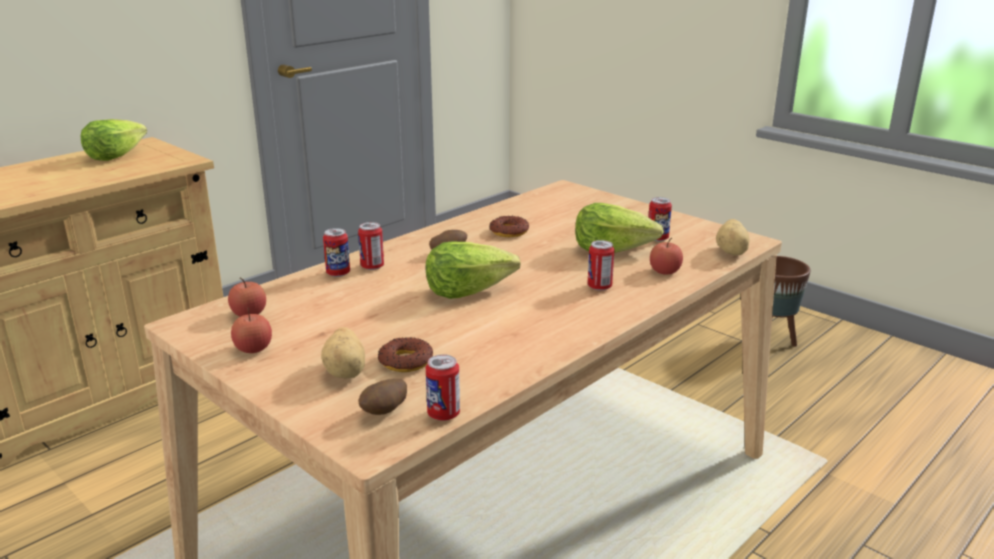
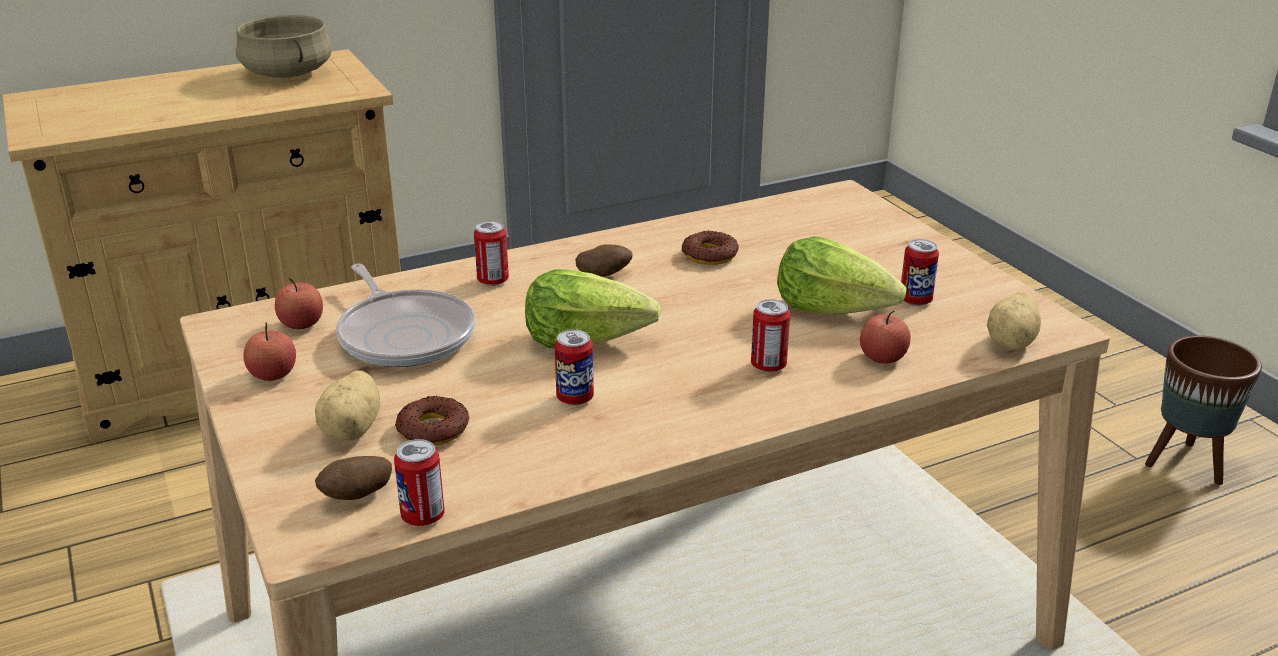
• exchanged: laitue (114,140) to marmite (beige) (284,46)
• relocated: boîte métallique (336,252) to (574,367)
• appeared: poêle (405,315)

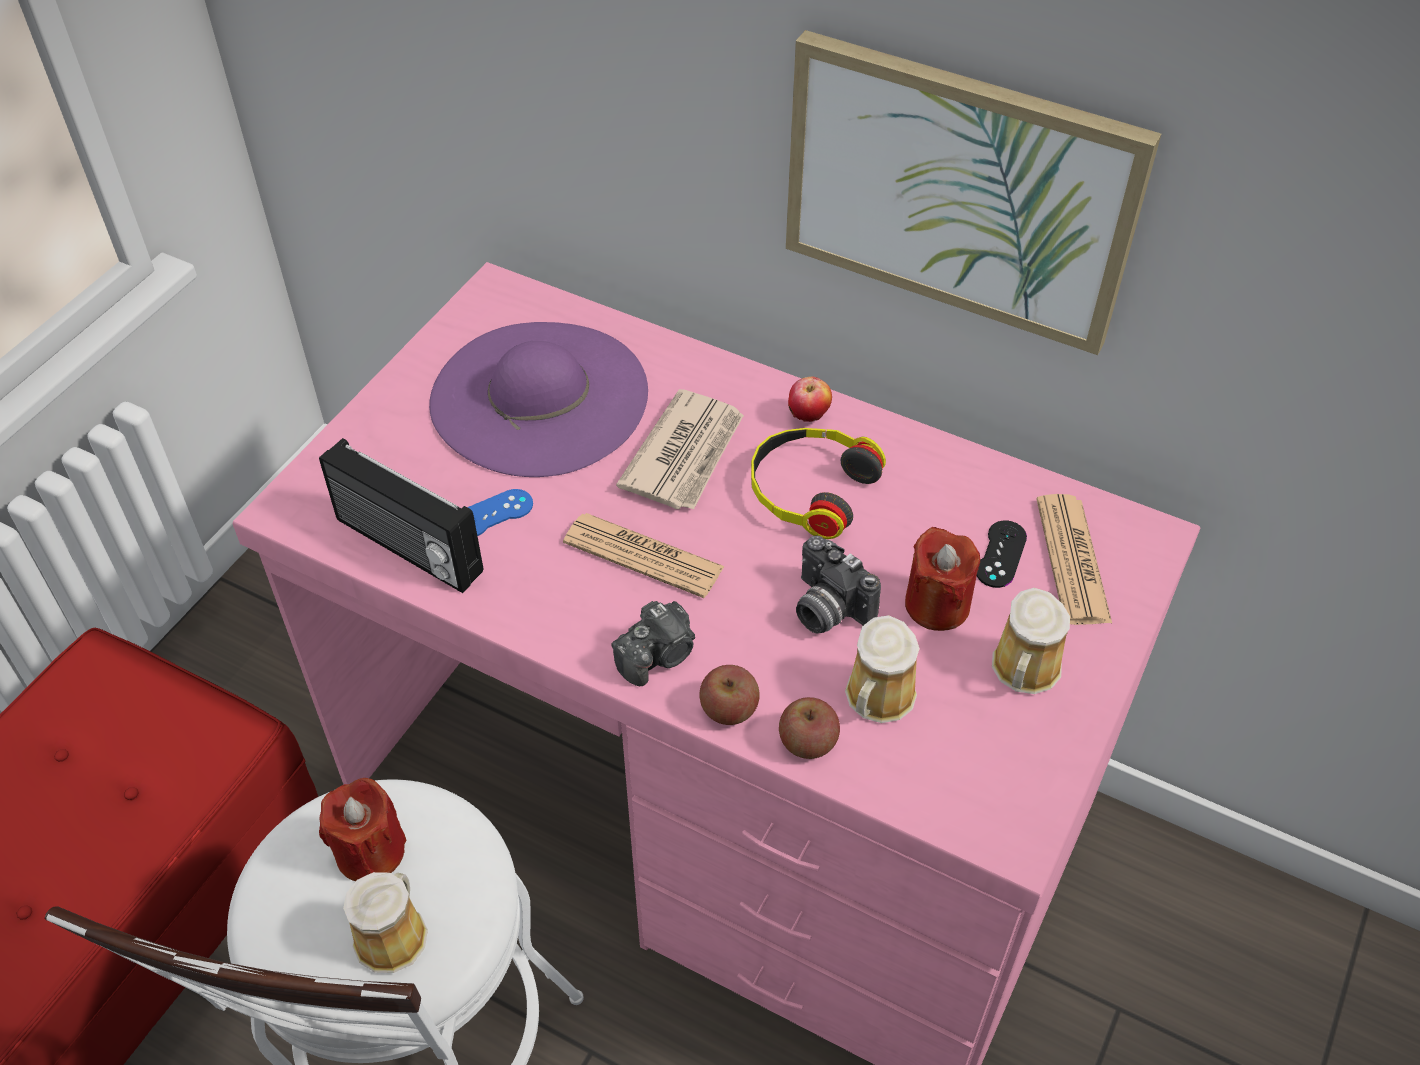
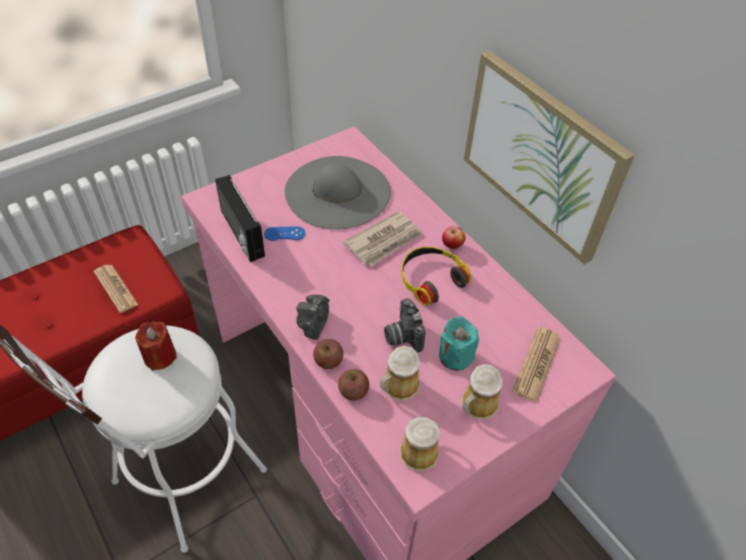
• colour: chapeau (violet) (538,399) to chapeau (gris) (338,193)
• relocated: journal (644,555) to (116,288)
• missing: manette (noir) (1002,554)
• colour: bougie (rouge) (942,579) to bougie (turquoise) (459,343)
• spun: appareil photo (653,643) = (312,317) 120 degrees clockwise
• relocated: mug (385,922) to (420,444)

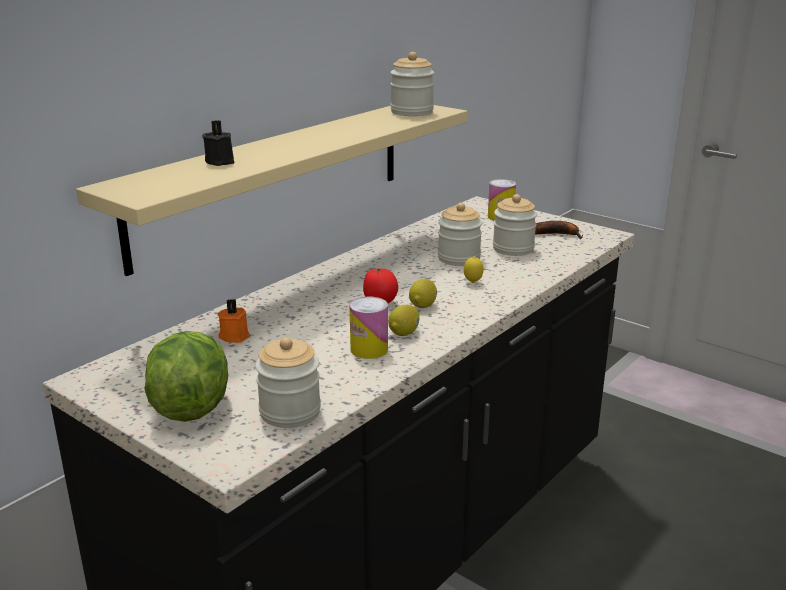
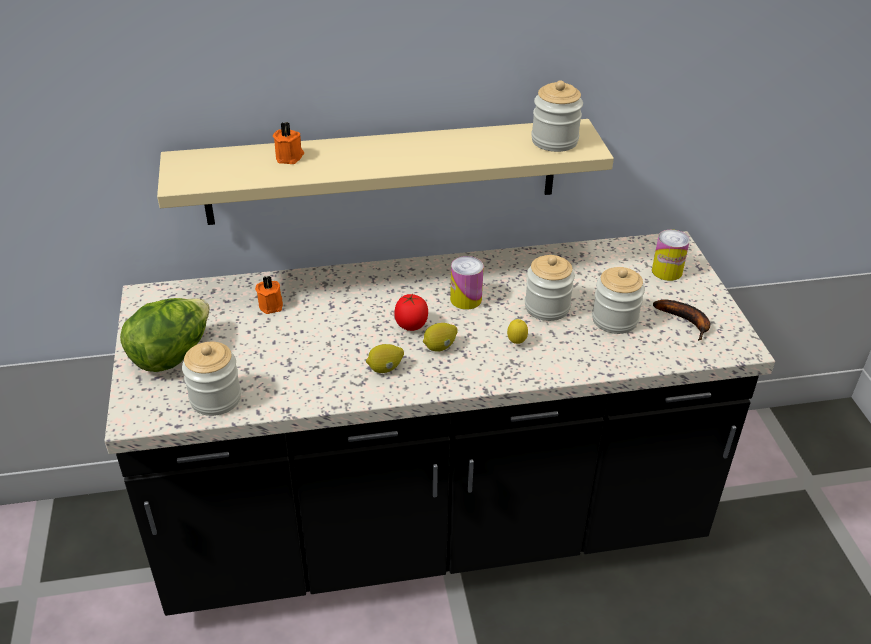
• colour: bougie (noir) (218,143) to bougie (orange) (288,143)
• relocated: boîte métallique (368,328) to (467,283)

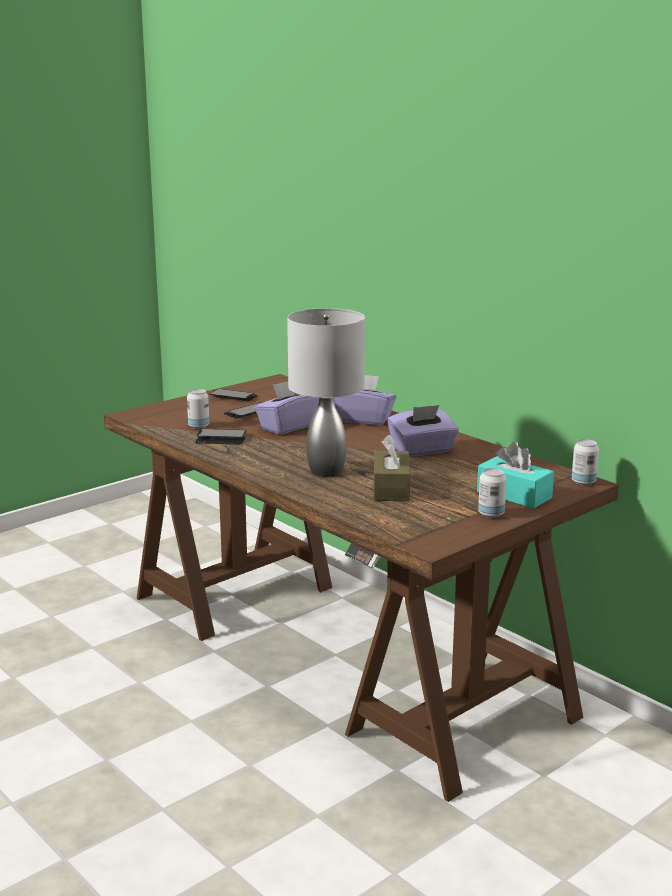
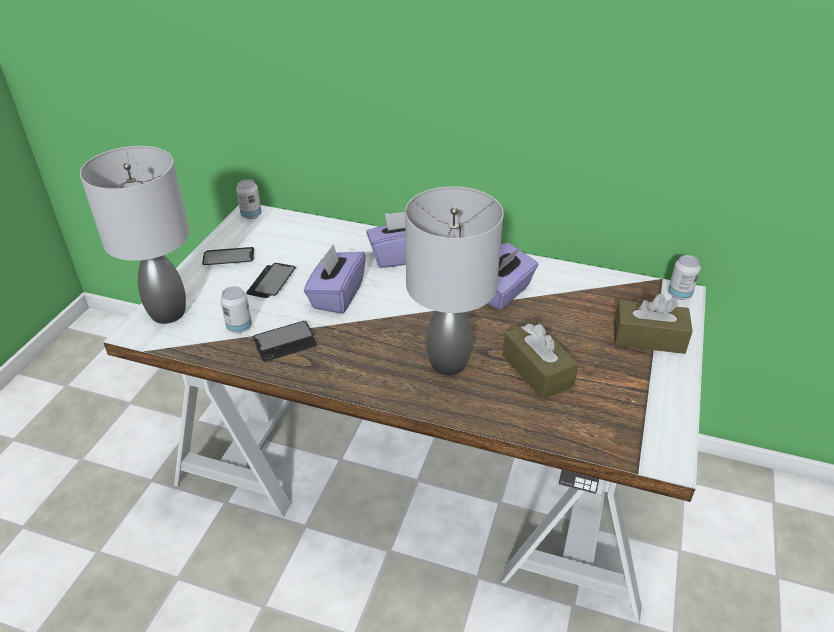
• colour: bureau (marron) (361,588) to bureau (blanc) (404,414)
• colour: boîte à mouchoirs (turquoise) (515,475) to boîte à mouchoirs (marron) (653,323)
• relocated: boîte métallique (492,493) to (249,199)
• appeared: lampe de table (gris) (135,235)

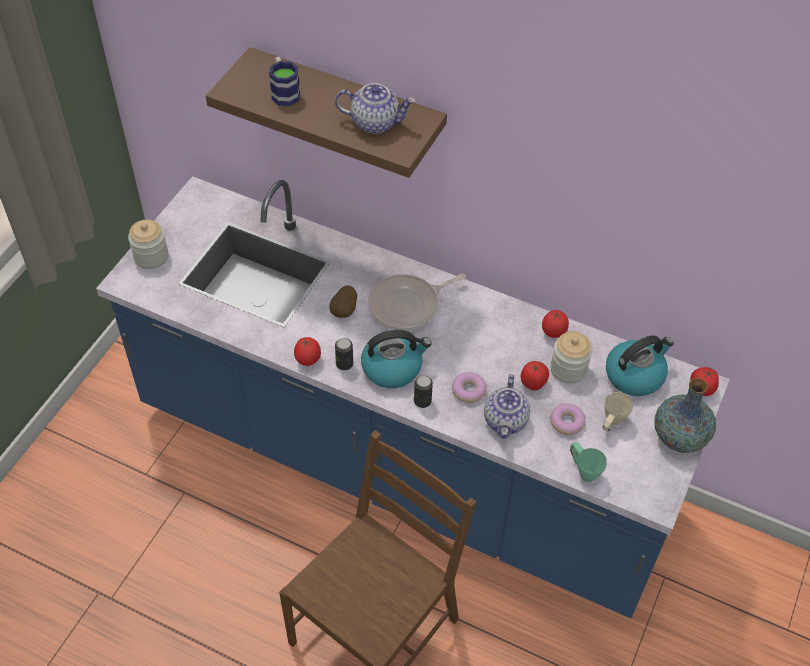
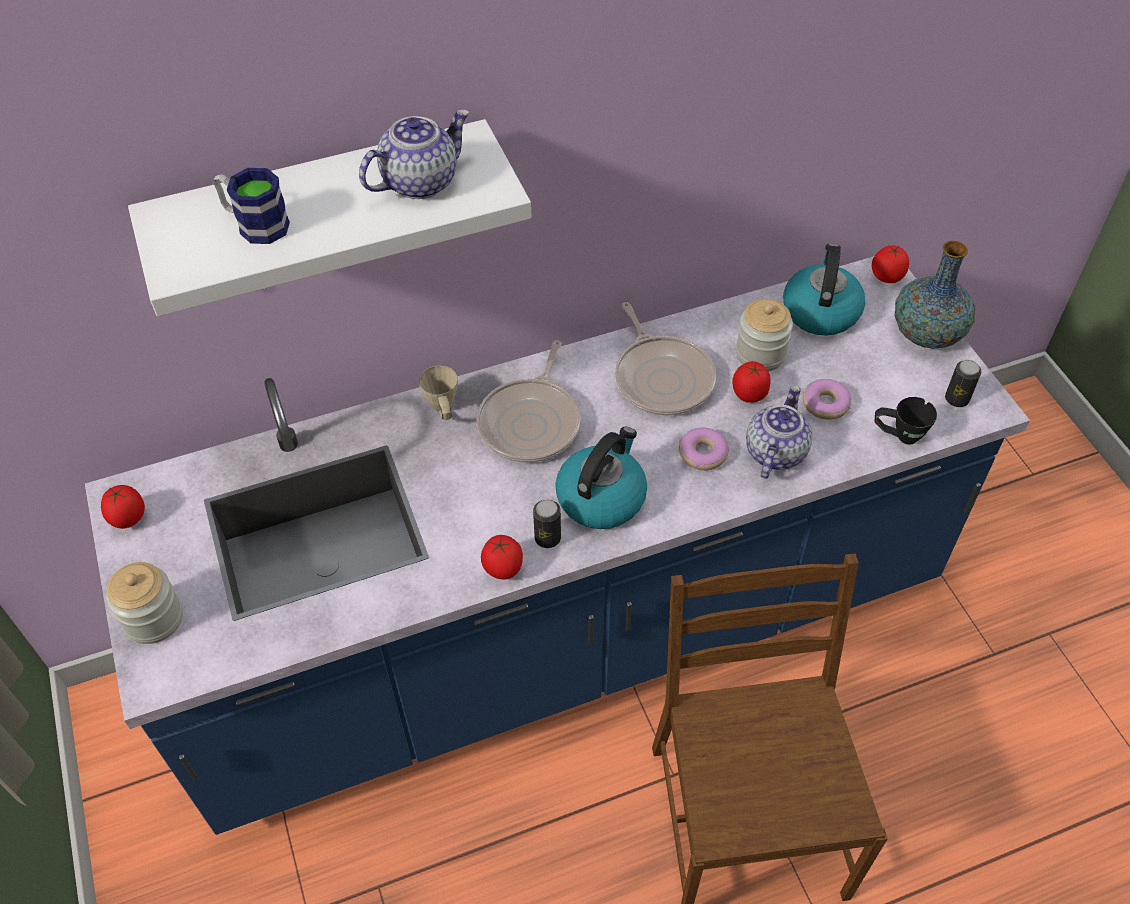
• colour: étagère (marron) (326,112) to étagère (blanc) (330,217)
• missing: pomme de terre (343,301)
• relocated: tomate (555,324) to (123,507)
• spun: théière (507,406) = (779,431) 120 degrees counterclockwise
• relocated: boîte métallique (423,391) to (963,383)
• relocated: mug (beige) (618,412) to (438,392)
• colour: mug (vert) (588,462) to mug (noir) (906,421)
• appeared: poêle (665,359)

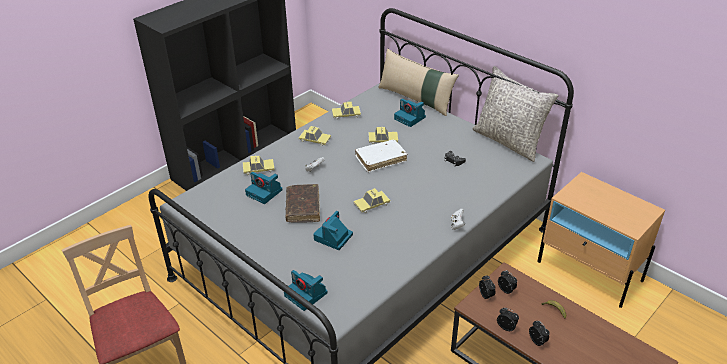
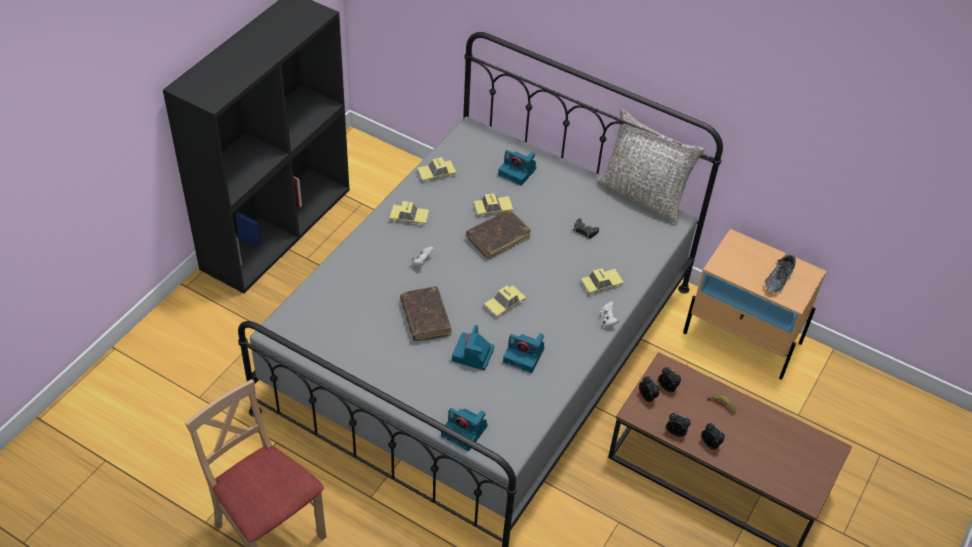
• missing: coussin (beige) (418,82)
• colour: livre (blanc) (381,156) to livre (marron) (499,235)
• relocated: petite voiture (258,165) to (602,281)
• relocated: appareil photo (263,188) to (524,353)
• appeared: chaussure (779,273)

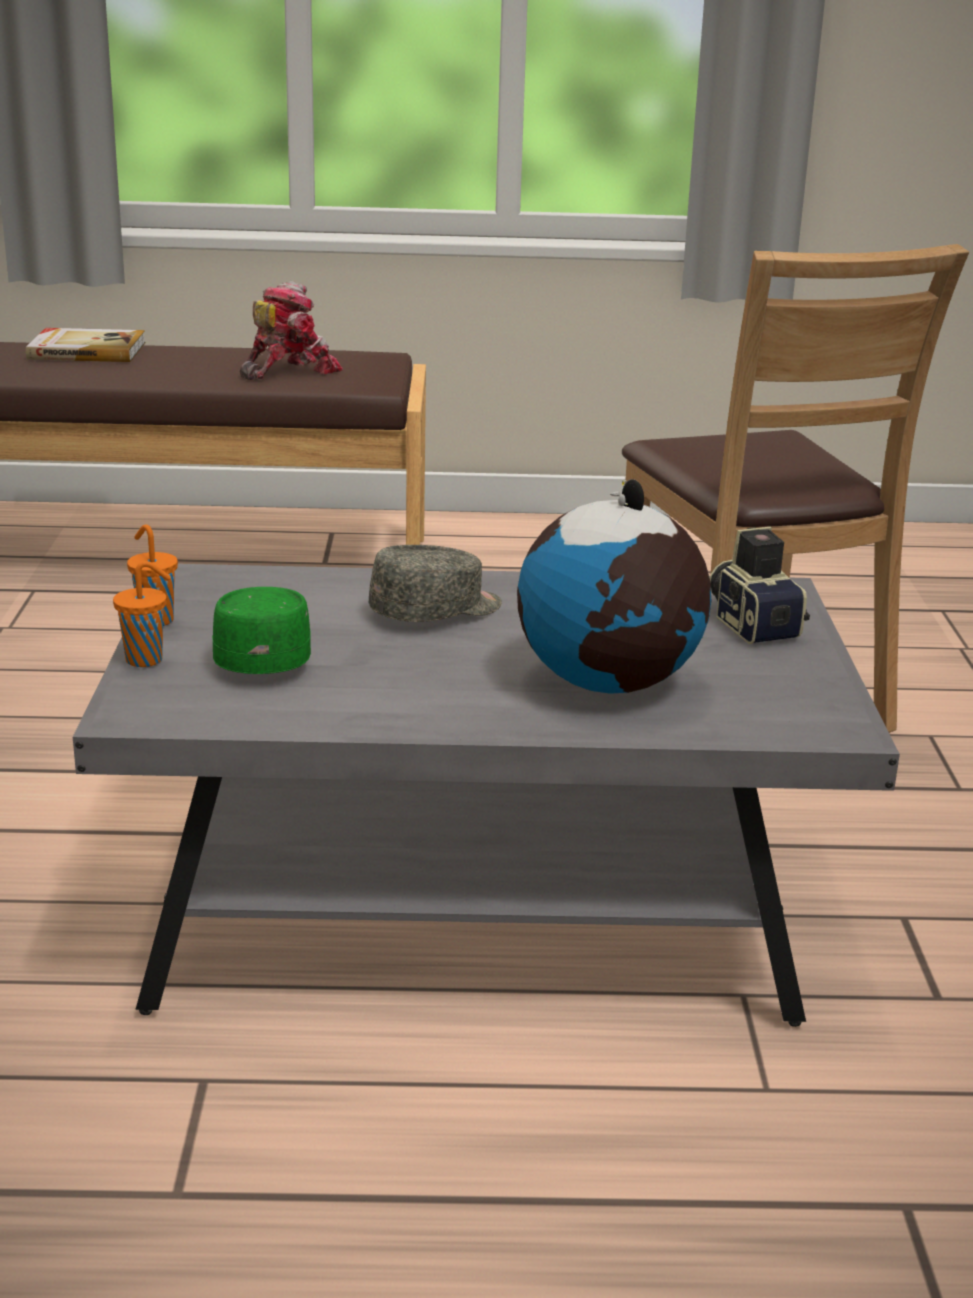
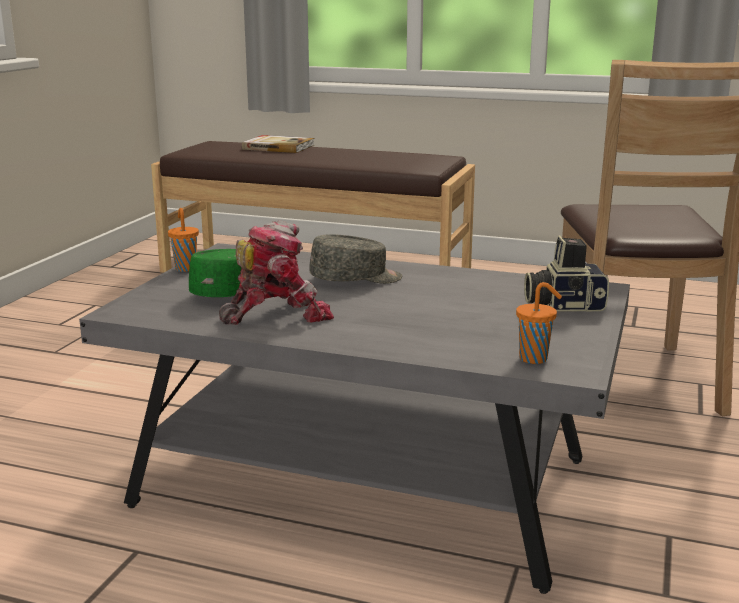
• relocated: robot jouet (291,330) to (276,273)
• missing: globe (614,586)
• spun: appareil photo (760,585) = (566,273) 90 degrees counterclockwise
• relocated: tasse (orange) (142,614) to (539,323)

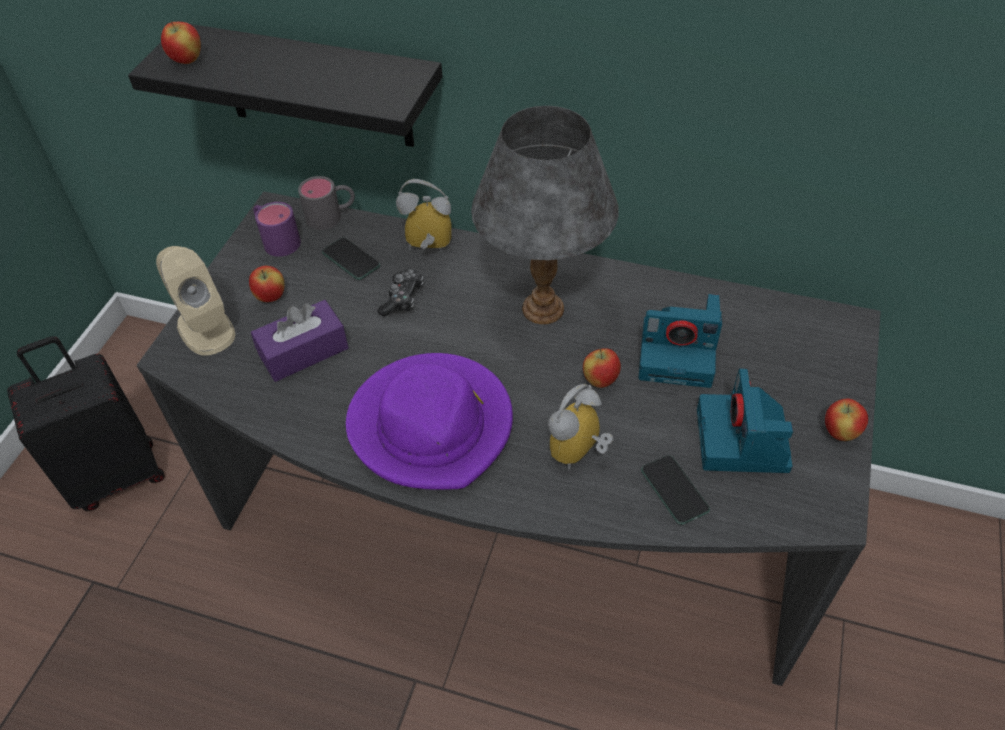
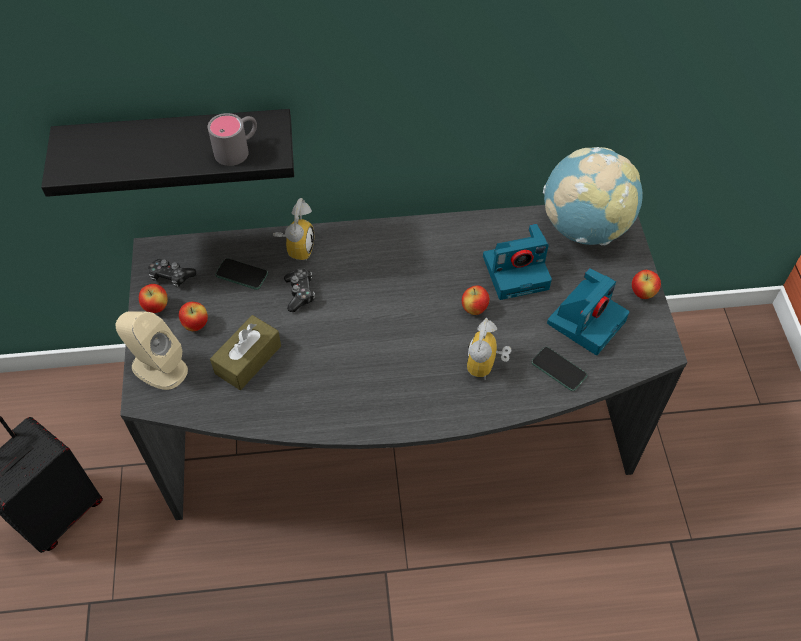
• relocated: pomme (181,42) to (153,298)
• missing: lampe de table (gris) (545,215)
• relocated: mug (gris) (326,203) to (232,139)
• spun: réveil (423,215) = (293,229) 120 degrees clockwise
• exchanged: mug (violet) (277,229) to manette (172,273)
• colour: boîte à mouchoirs (violet) (300,341) to boîte à mouchoirs (marron) (245,352)
• missing: chapeau (violet) (429,421)
• spun: appareil photo (745,420) = (588,311) 120 degrees counterclockwise
• appeared: globe (592,196)

